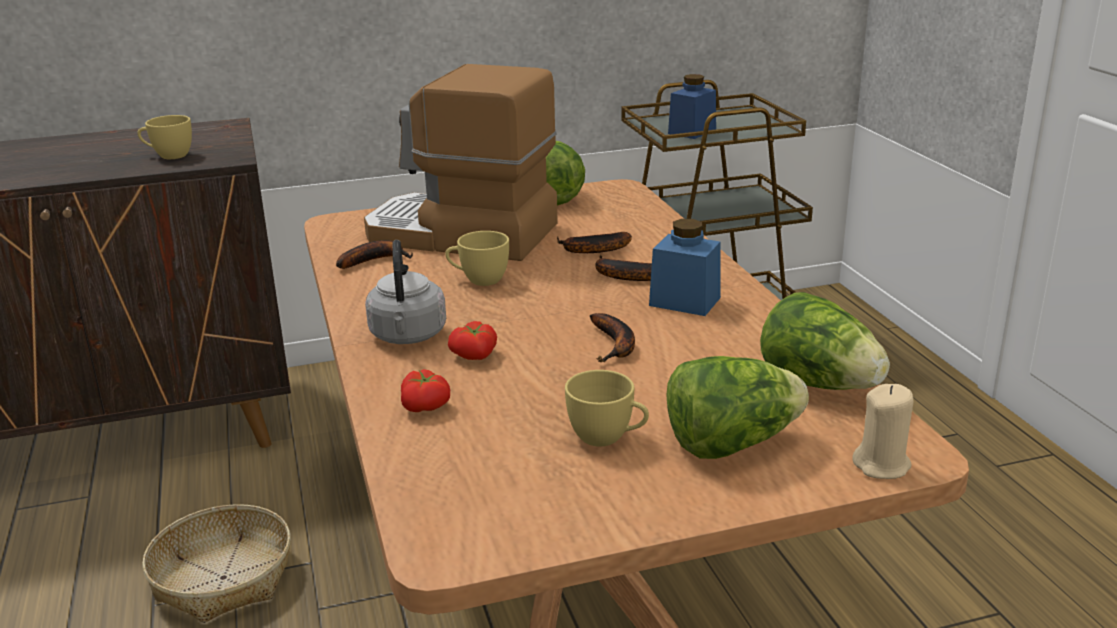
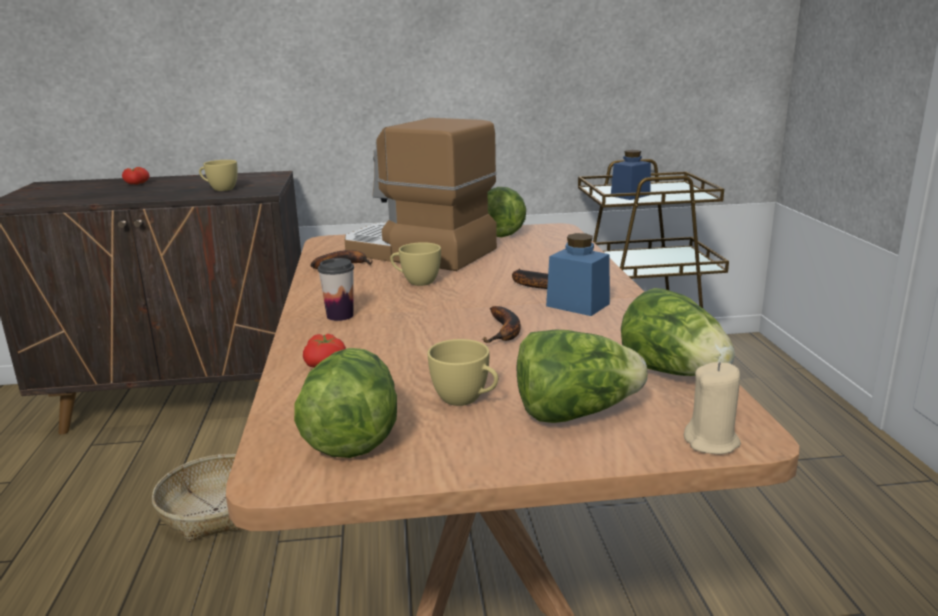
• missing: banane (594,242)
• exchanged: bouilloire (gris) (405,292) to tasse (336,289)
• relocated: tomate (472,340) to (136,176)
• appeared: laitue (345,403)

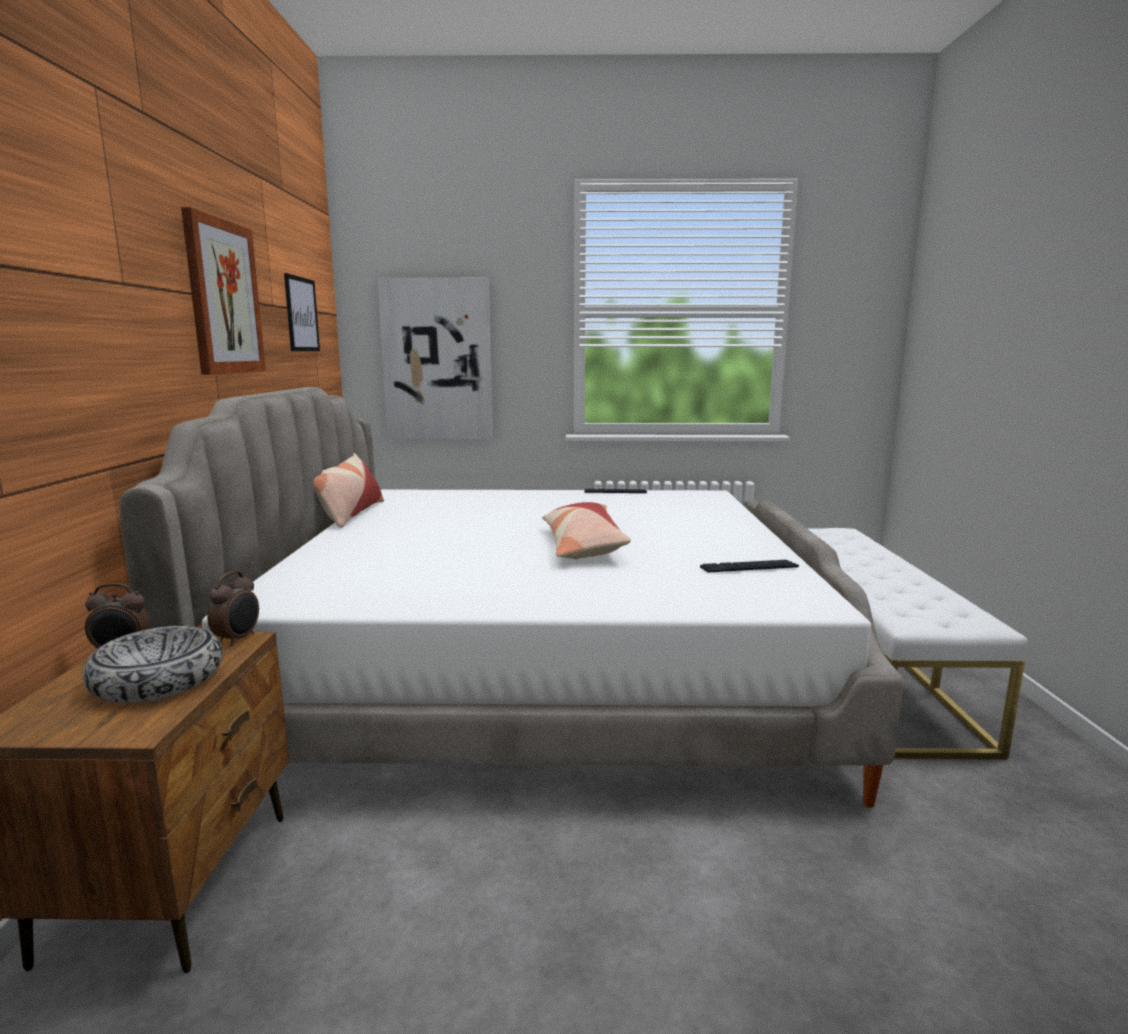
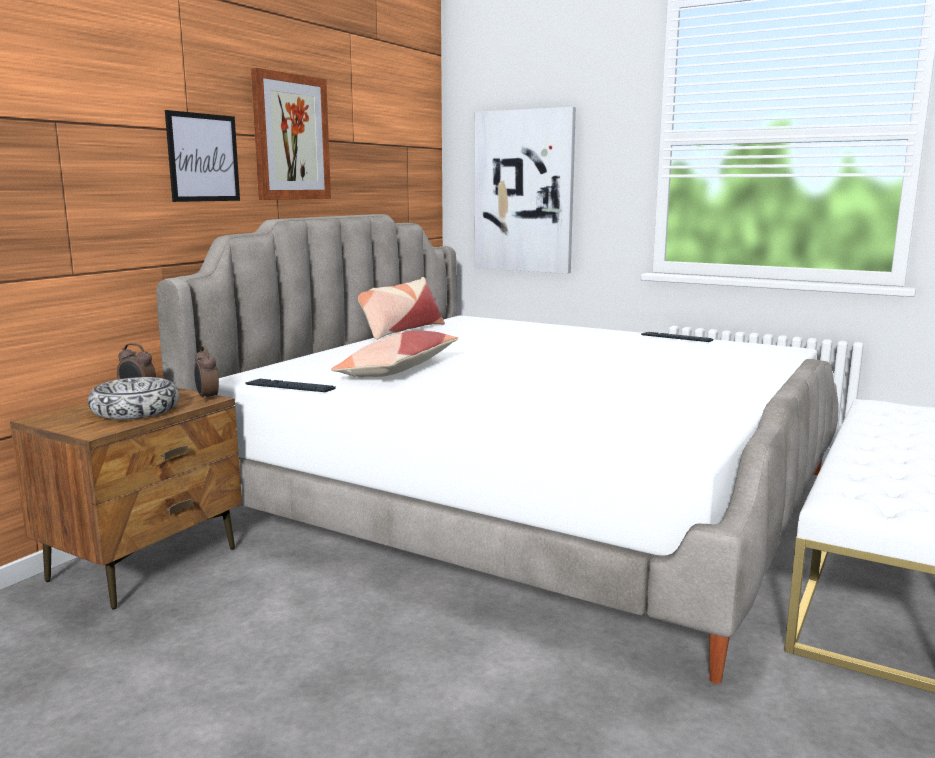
• relocated: tableau (302,312) to (202,156)
• relocated: coussin (586,531) to (394,354)
• relocated: clavier (749,566) to (290,385)
• spun: réveil (233,608) = (206,374) 105 degrees clockwise

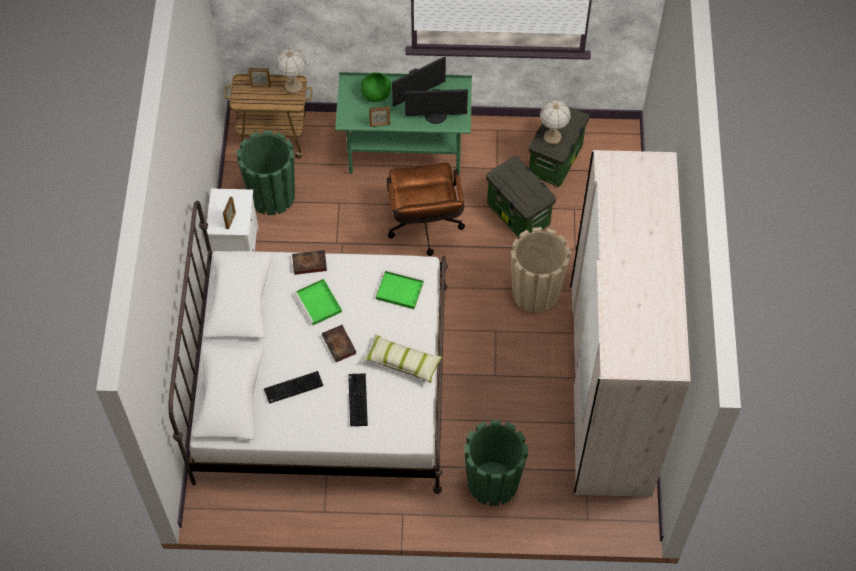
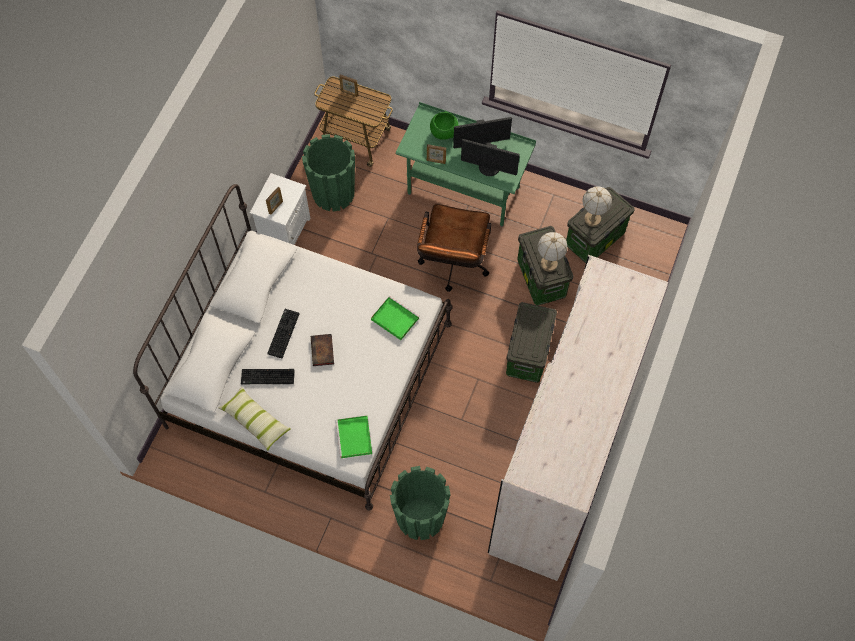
• relocated: lampe de table (291,71) to (552,252)
• exchanged: cache-pot (beige) (541,270) to boîte de rangement (531,342)
• missing: livre (309,262)
• relocated: plateau (vert) (318,302) to (353,436)
• relocated: coussin (402,358) to (254,419)
• relocated: clavier (358,399) to (283,333)

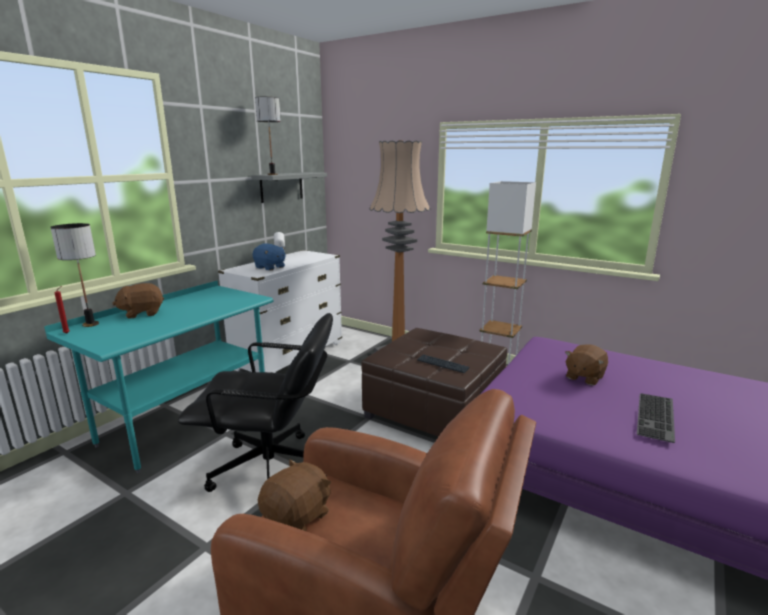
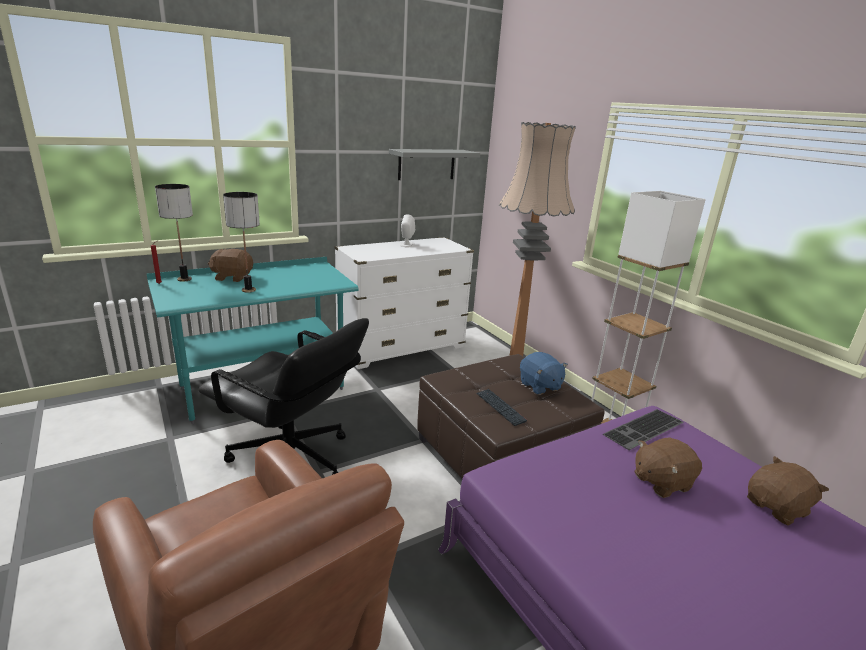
• relocated: lampe de table (268,136) to (241,242)
• relocated: peluche (bleu) (269,257) to (544,373)
• relocated: clavier (656,418) to (643,429)
• relocated: peluche (marron) (294,495) to (788,491)

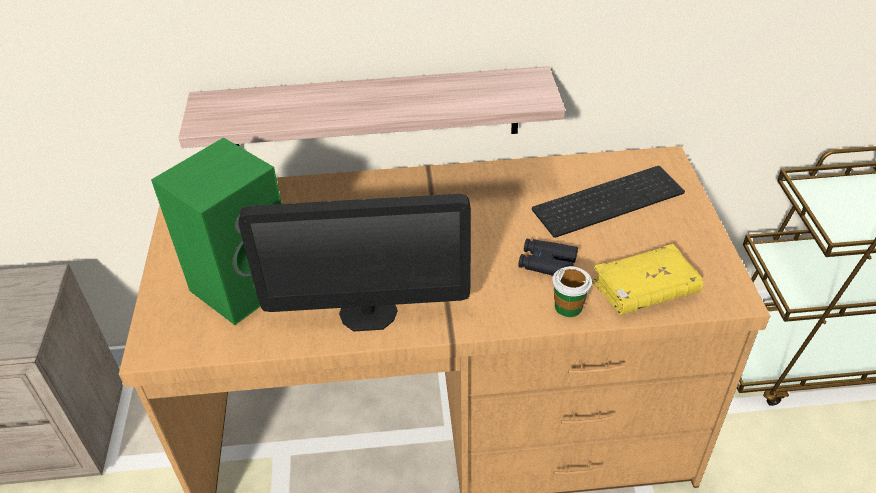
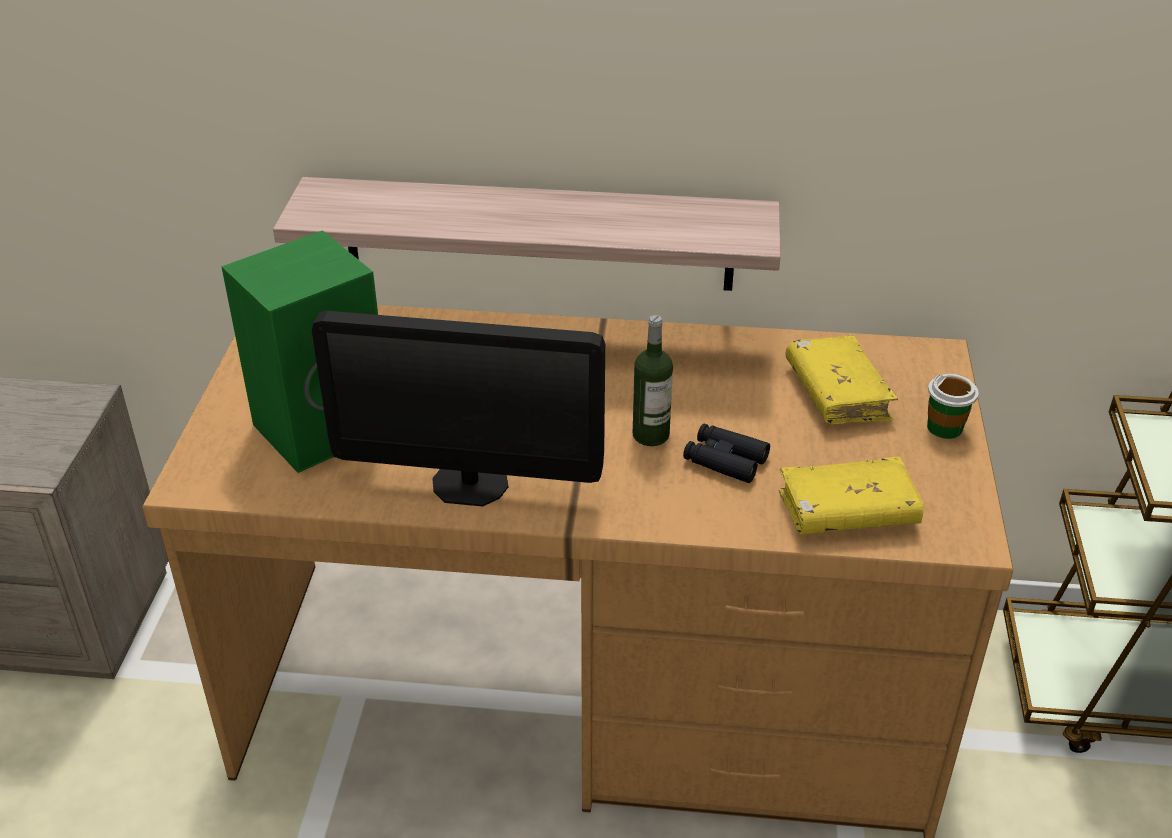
• exchanged: clavier (608,202) to livre (jaune) (841,380)
• relocated: tasse (572,291) to (953,406)
• appeared: bouteille (653,380)

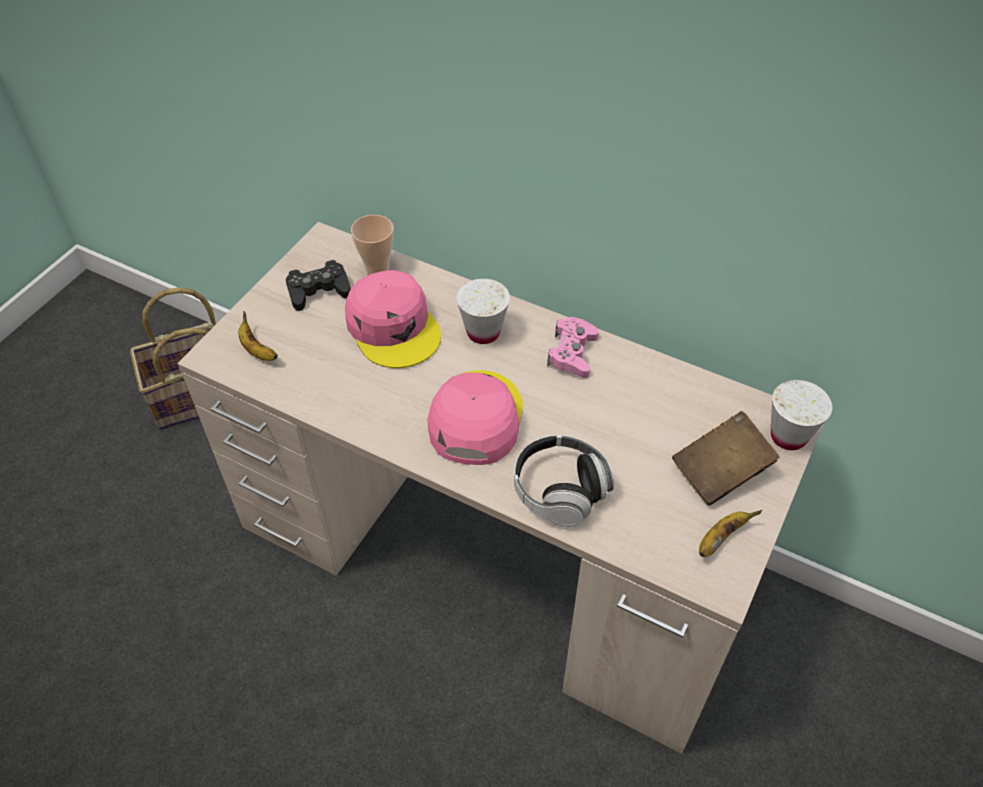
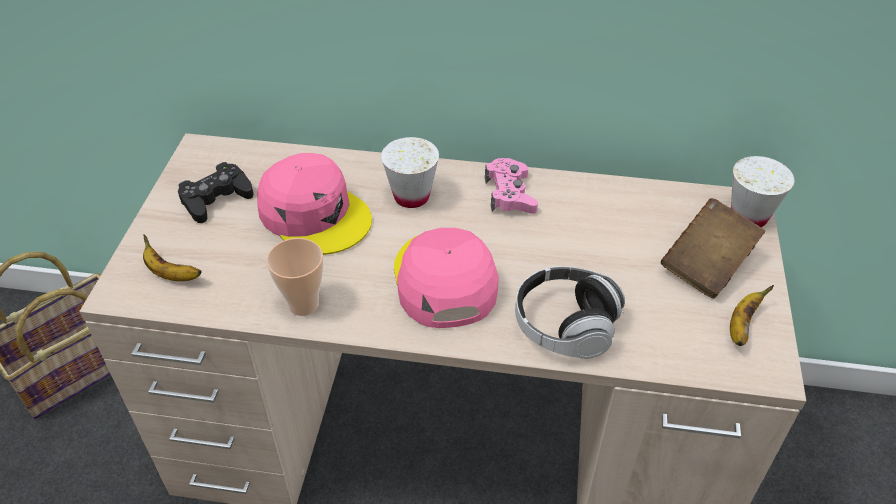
• relocated: tasse (372,244) to (294,277)

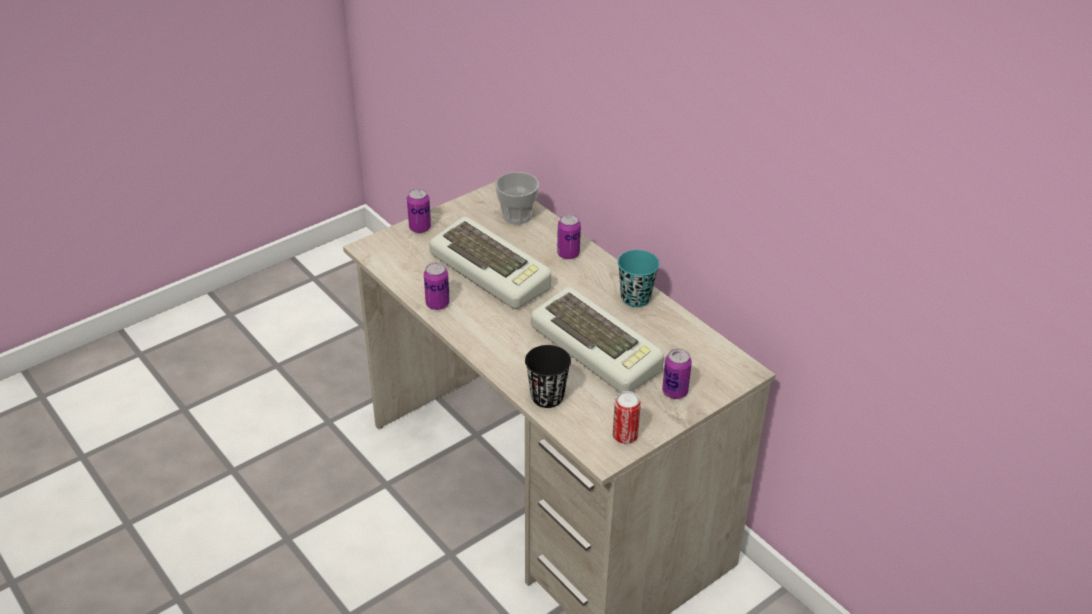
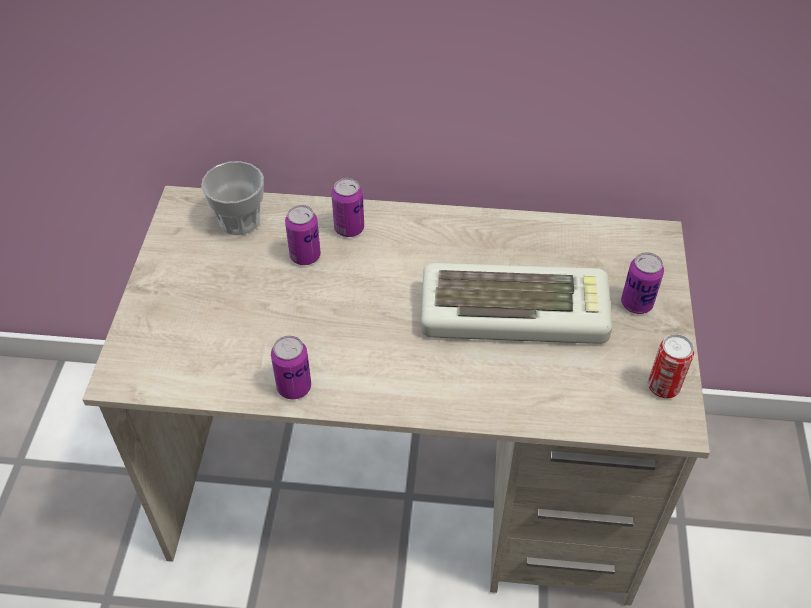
• relocated: boîte métallique (419,210) to (303,235)
• missing: clavier (490,263)
• missing: tasse (turquoise) (638,278)
• missing: tasse (noir) (548,376)

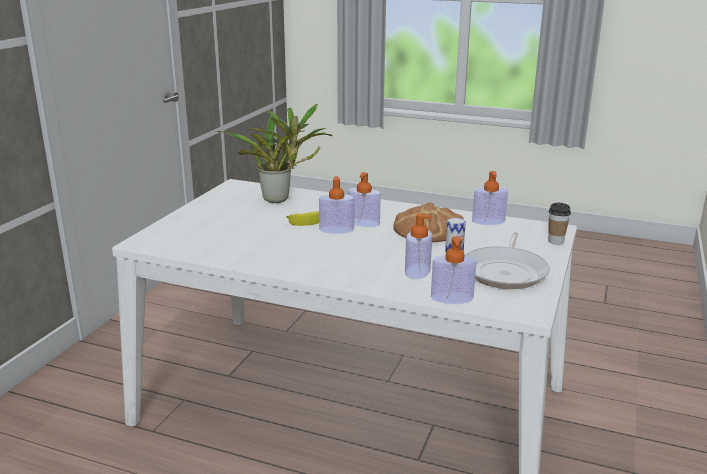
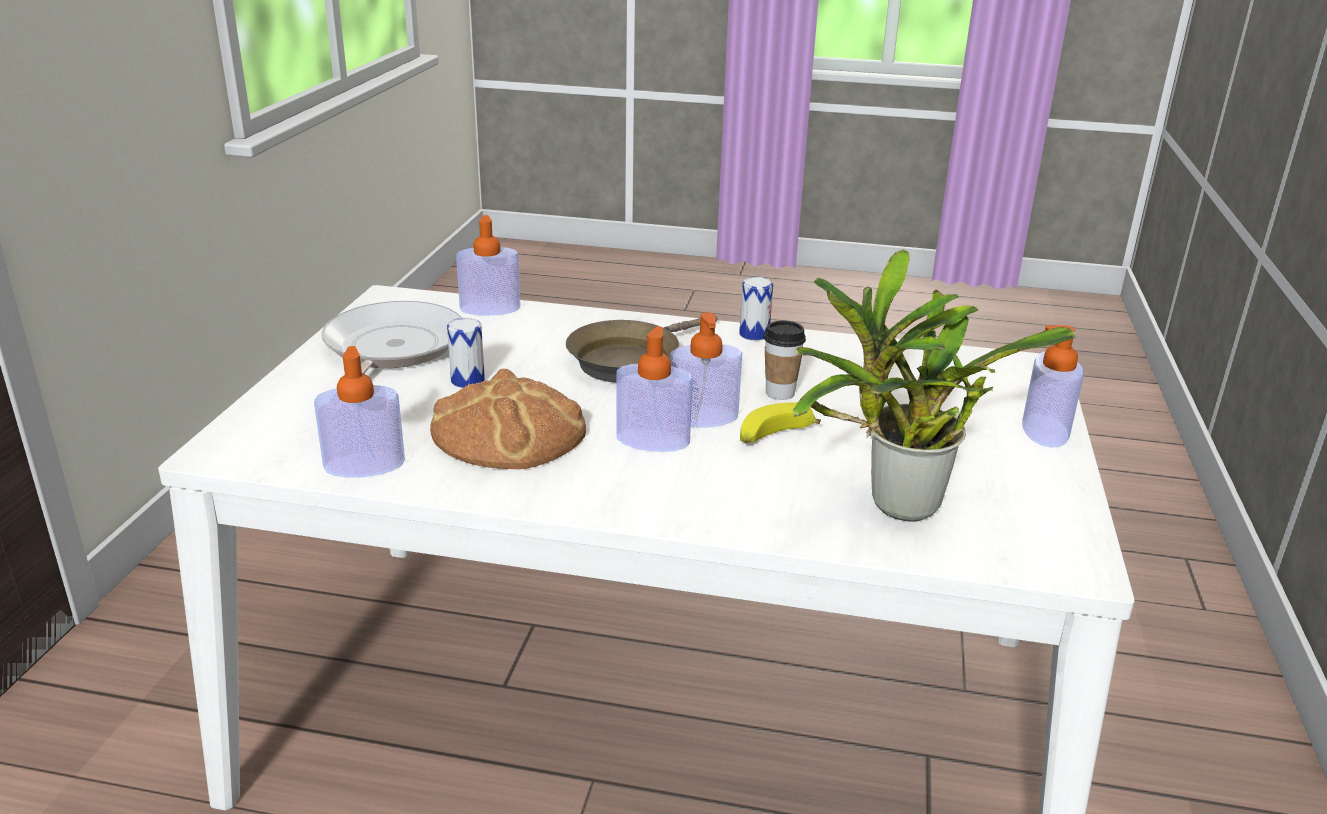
• relocated: tasse (559,224) to (785,360)
• relocated: distributeur de savon (418,246) to (1052,386)
• appeared: boîte métallique (756,309)
• appeared: poêle (marron) (641,349)

